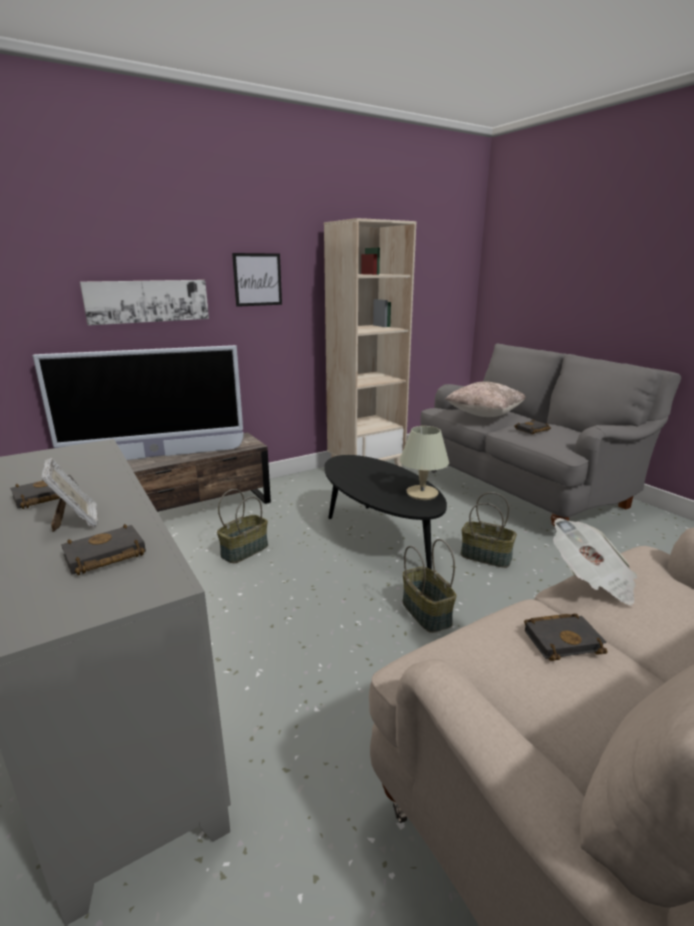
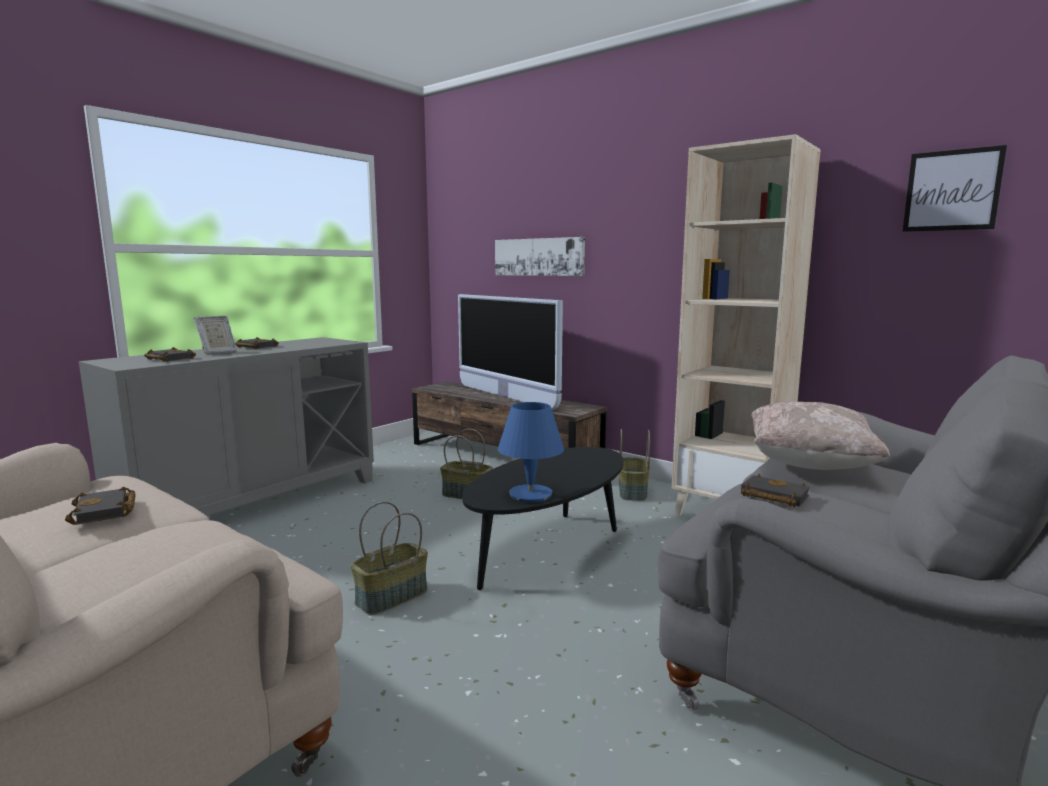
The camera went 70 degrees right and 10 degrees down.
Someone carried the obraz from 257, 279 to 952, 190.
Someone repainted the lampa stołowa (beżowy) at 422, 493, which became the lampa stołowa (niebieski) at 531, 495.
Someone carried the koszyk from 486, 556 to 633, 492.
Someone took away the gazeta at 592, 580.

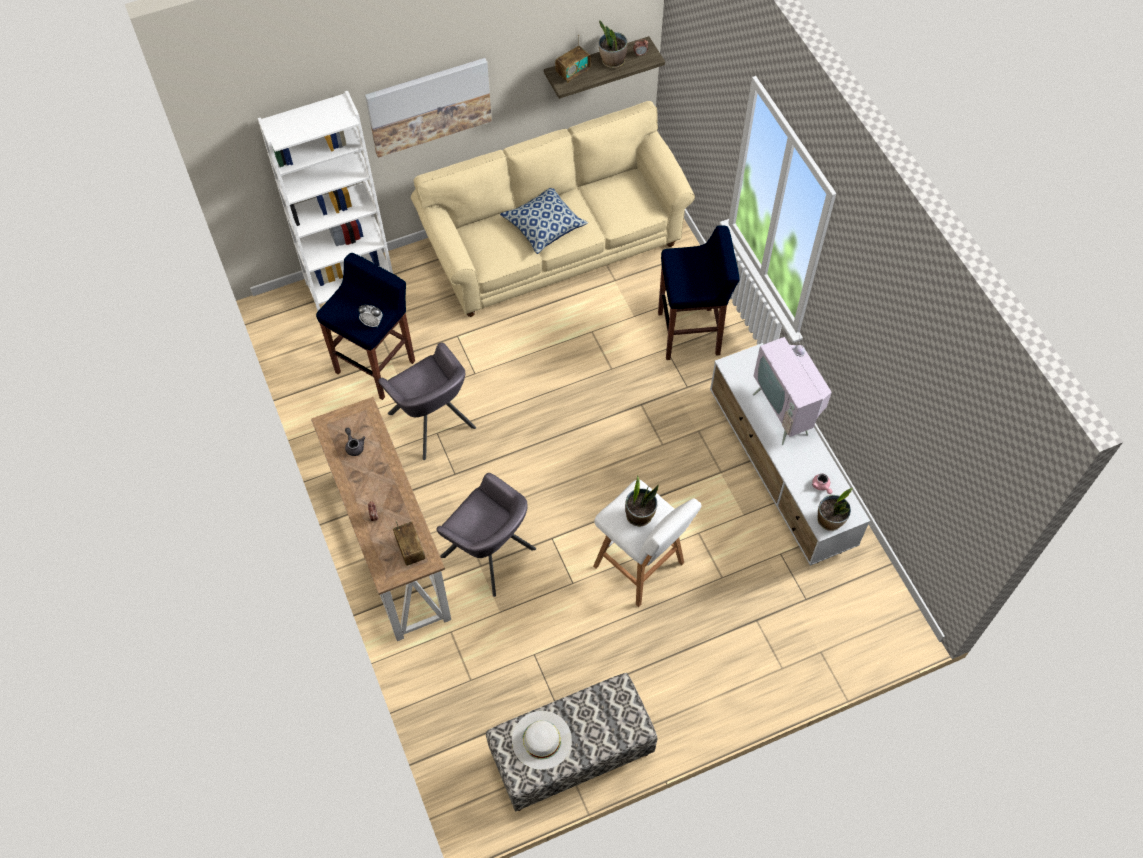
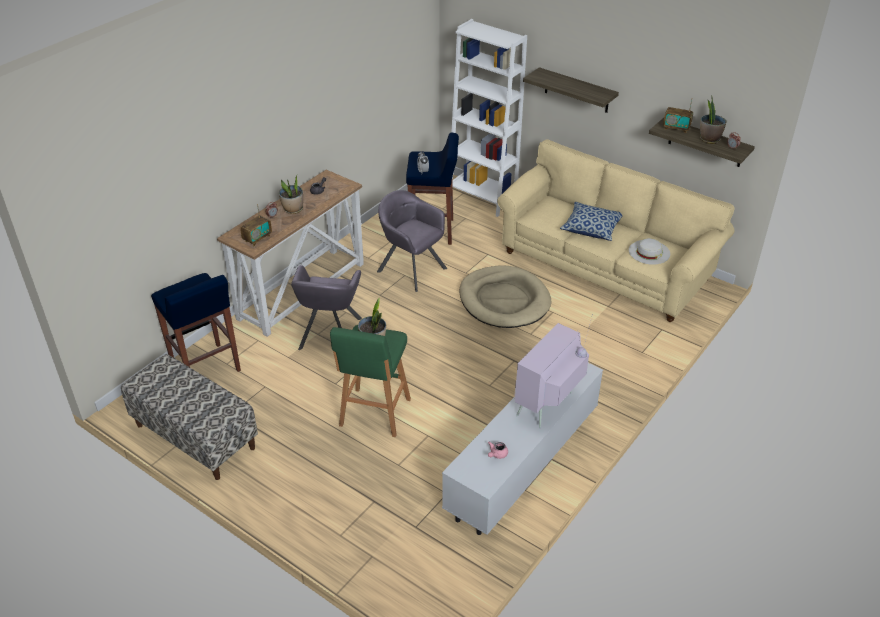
The camera went 60 degrees right and 20 degrees down.
Someone swapped the obraz at 429, 106 for the półka at 576, 90.
Someone carried the stołek (niebieski) from 690, 334 to 206, 368.
Someone rotated the fotel (szary) at 431, 421 by 105 degrees clockwise.
Someone repainted the stołek (biały) at 641, 567, which became the stołek (zielony) at 374, 414.
Someone carried the roślina doniczkowa from 830, 520 to 293, 209.
Someone carried the kapelusz (biały) from 541, 740 to 649, 252.
Someone put down the legowisko (beżowy) at 504, 300.

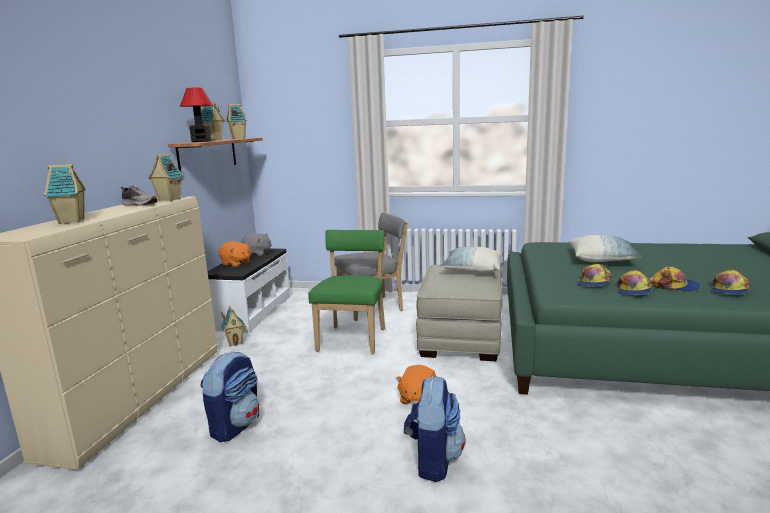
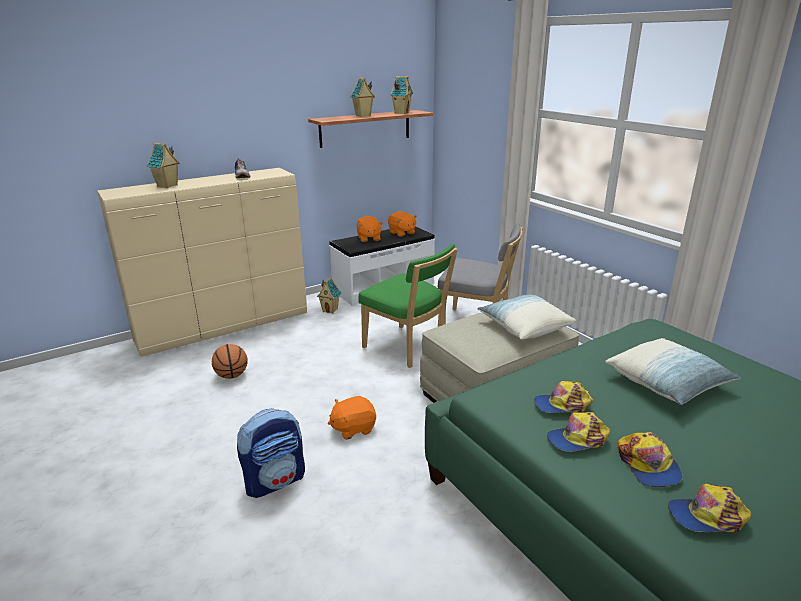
The camera went 45 degrees right and 10 degrees up.
Someone took away the lampa stołowa at 201, 141.
Someone took away the domek at 169, 200.
Someone rotated the krzesło (zielony) at 353, 338 by 75 degrees clockwise.
Someone repainted the pluszak (szary) at 257, 254, which became the pluszak (pomarańczowy) at 402, 233.
Someone swapped the plecak at 235, 425 for the piłka do koszykówki at 232, 375.

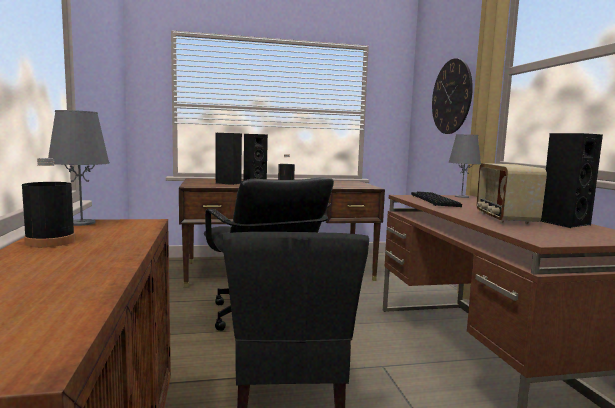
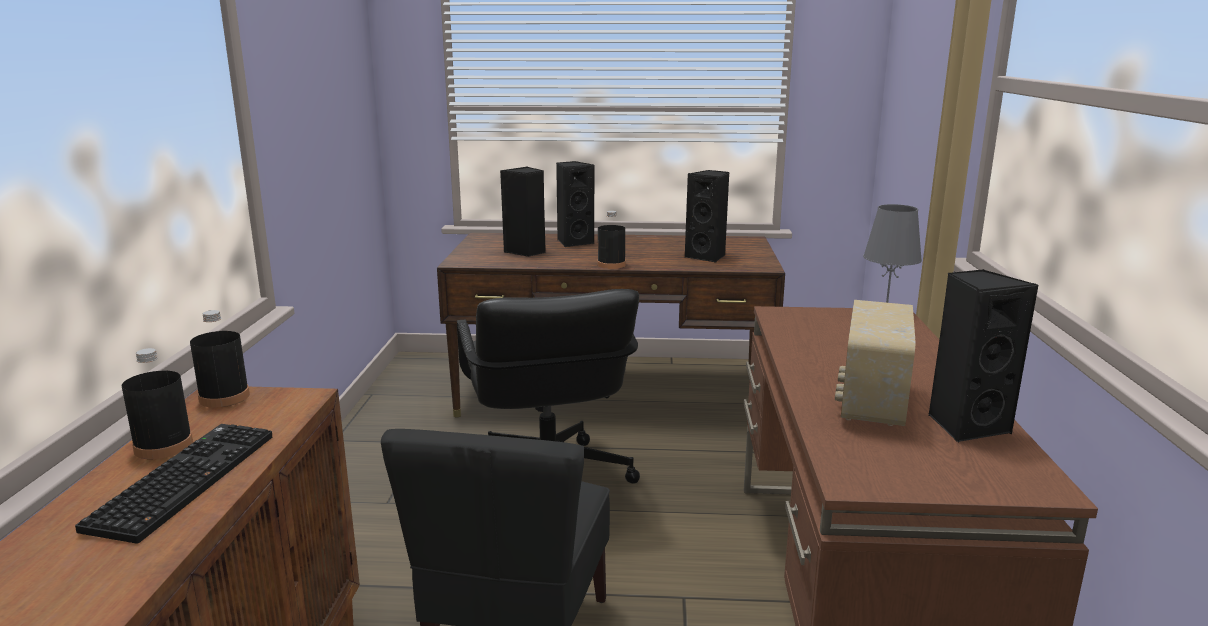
The camera went 15 degrees right and 10 degrees up.
Someone took away the zegar ścienny at 451, 97.
Someone swapped the lampa stołowa (szary) at 82, 223 for the butelka (czarny) at 224, 397.
Someone carried the klawiatura from 432, 200 to 183, 479.
Someone put down the głośnik (czarny) at 707, 257.

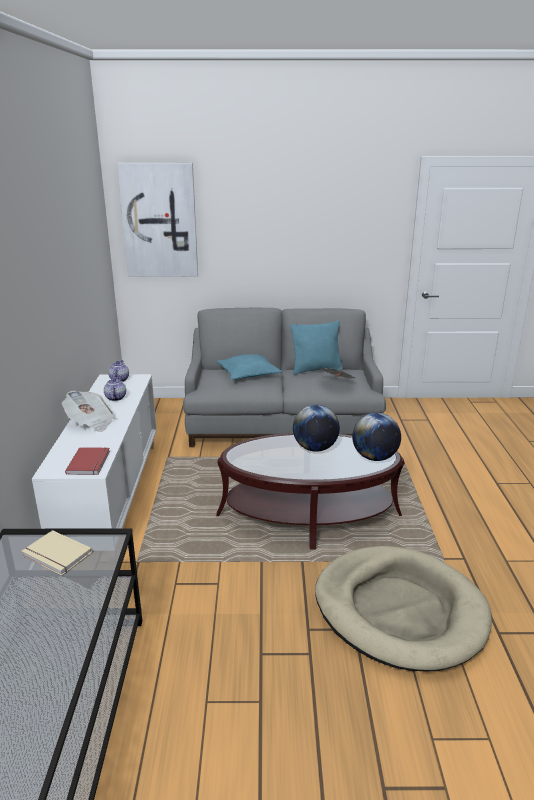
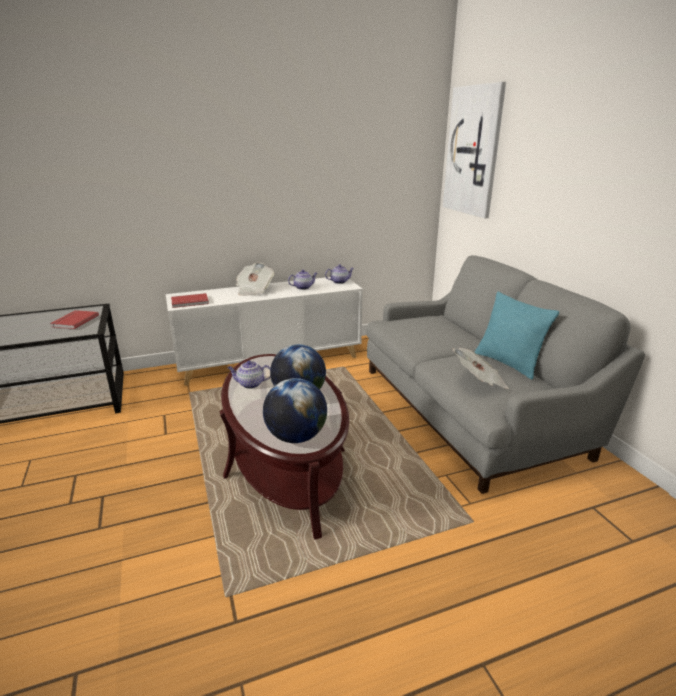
The camera went 70 degrees right and 0 degrees up.
Someone took away the poduszka (turkusowy) at 248, 374.
Someone repainted the książka (beżowy) at 56, 555, which became the książka (czerwony) at 74, 321.
Someone took away the legowisko (beżowy) at 399, 610.
Someone put down the imbryk at 250, 384.

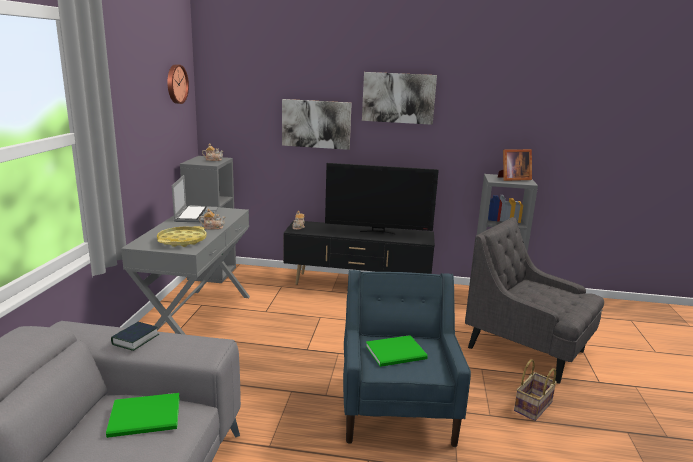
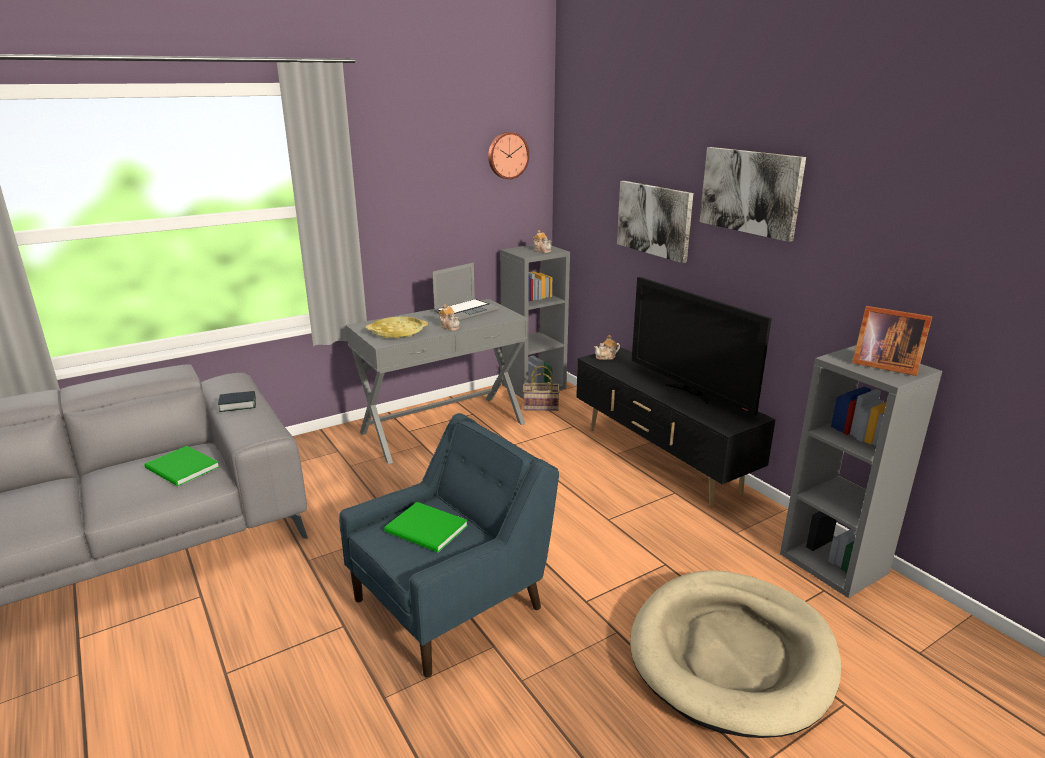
The camera went 50 degrees right and 5 degrees up.
Someone swapped the fotel (szary) at 527, 350 for the legowisko (beżowy) at 732, 654.
Someone carried the koszyk from 533, 407 to 539, 407.

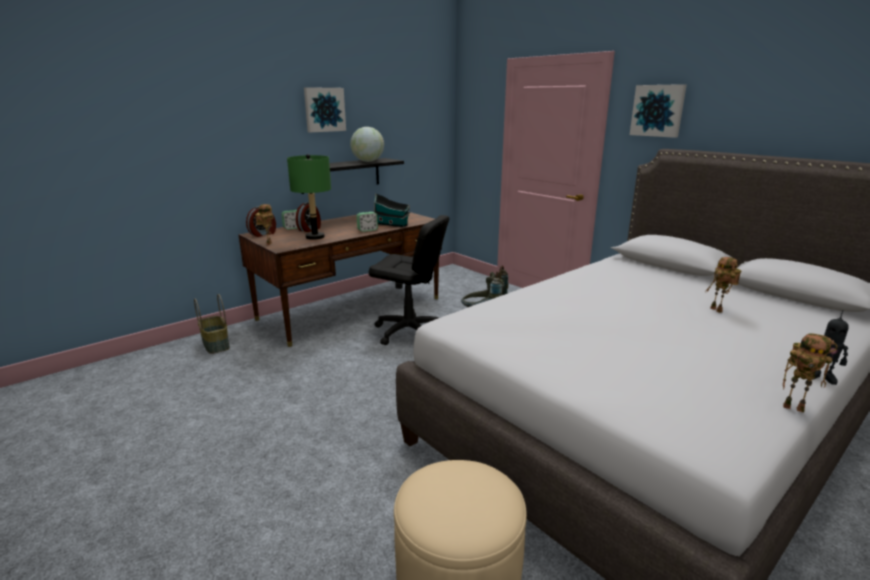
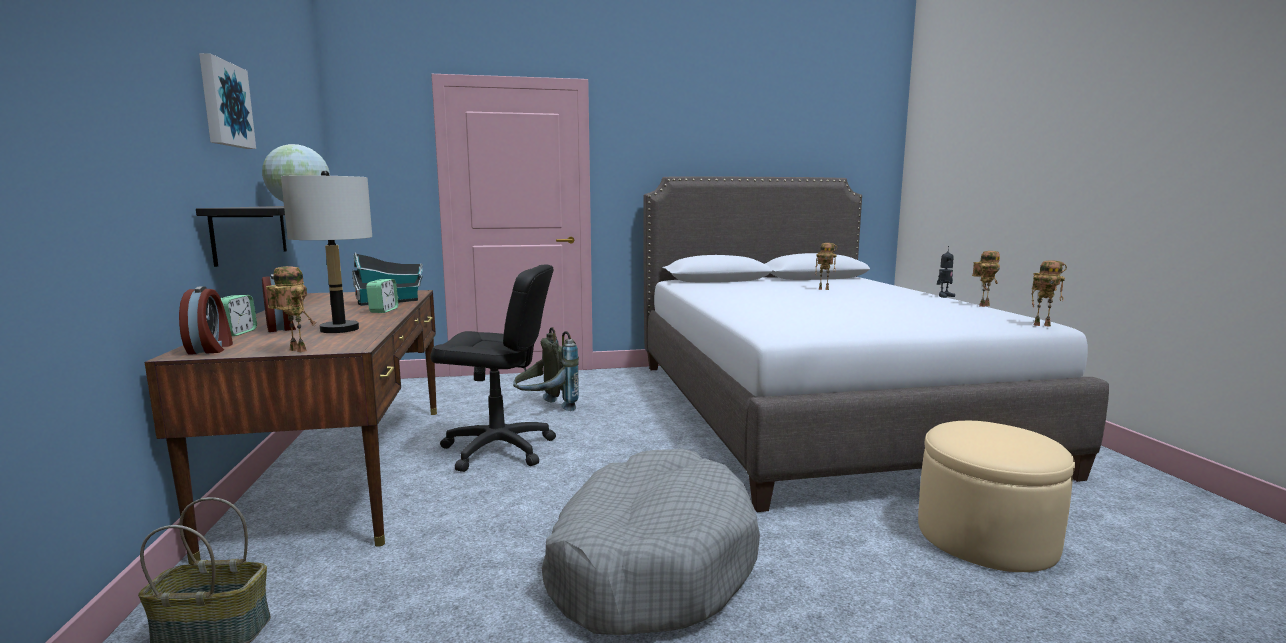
The camera went 60 degrees left and 10 degrees down.
Someone took away the obraz at 658, 110.
Someone repainted the lampa stołowa (zielony) at 314, 237, which became the lampa stołowa (szary) at 339, 329.
Someone rotated the krzesło biurowe (czarny) at 409, 332 by 45 degrees clockwise.
Someone put down the robot zabawkowy at 1042, 325.
Someone put down the legowisko (szary) at 650, 562.

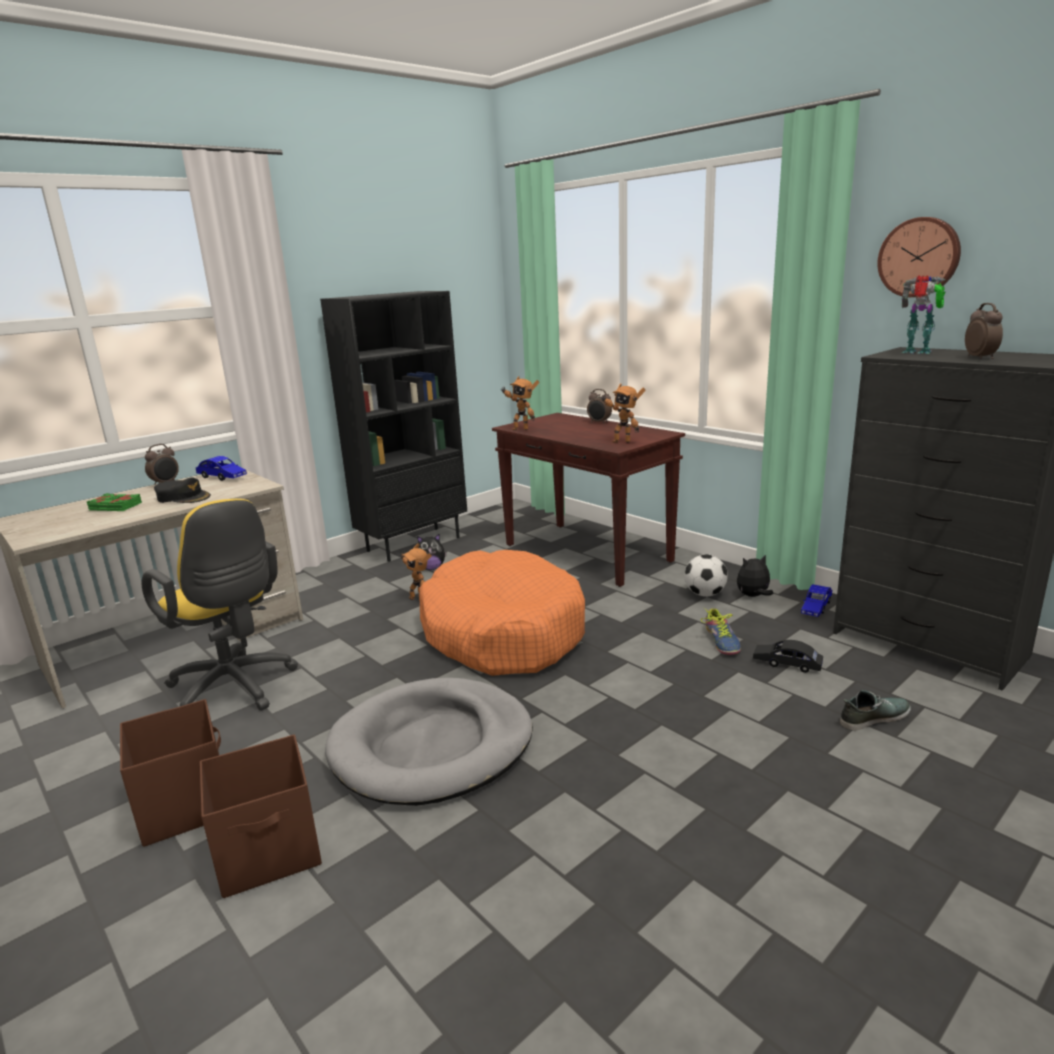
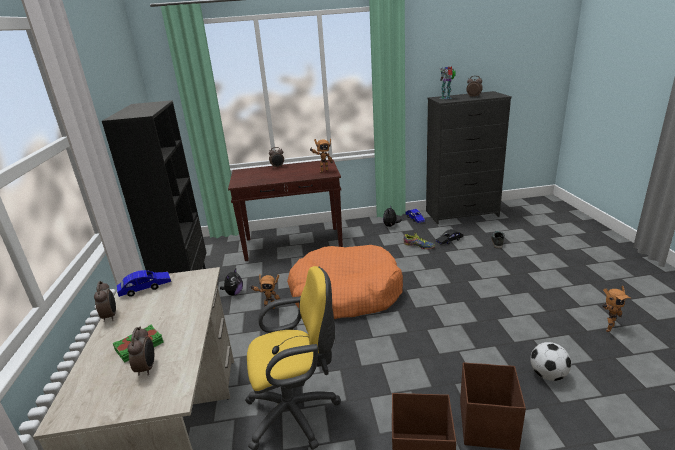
The camera went 55 degrees left and 5 degrees up.
Someone took away the zegar ścienny at 919, 257.
Someone carried the robot zabawkowy from 520, 429 to 607, 327.
Someone took away the czapka z daszkiem (czarny) at 183, 497.
Someone carried the piłka futbolowa from 705, 594 to 547, 375.
Someone took away the legowisko (szary) at 432, 746.
Someone put down the budzik at 147, 368.

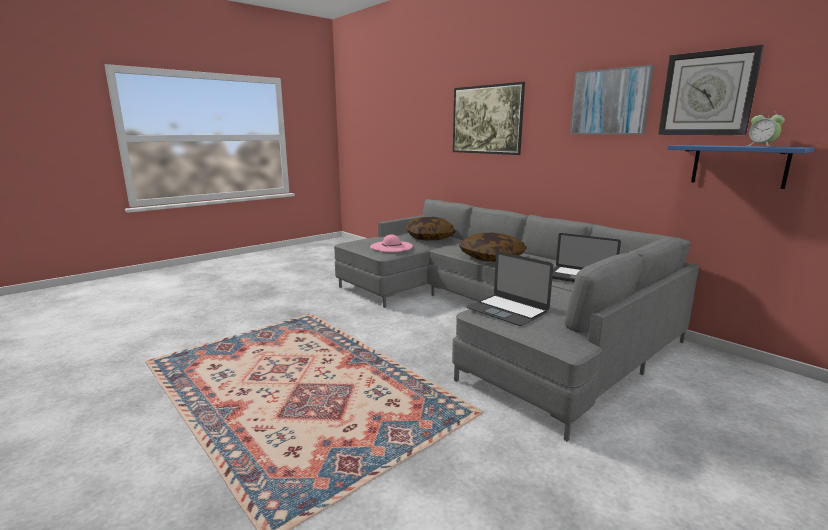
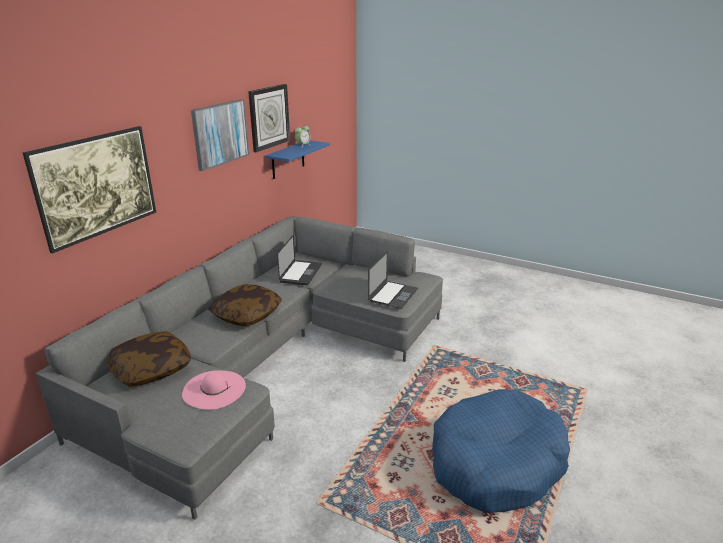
The camera went 110 degrees left and 10 degrees up.
Someone put down the legowisko (niebieski) at 496, 462.

